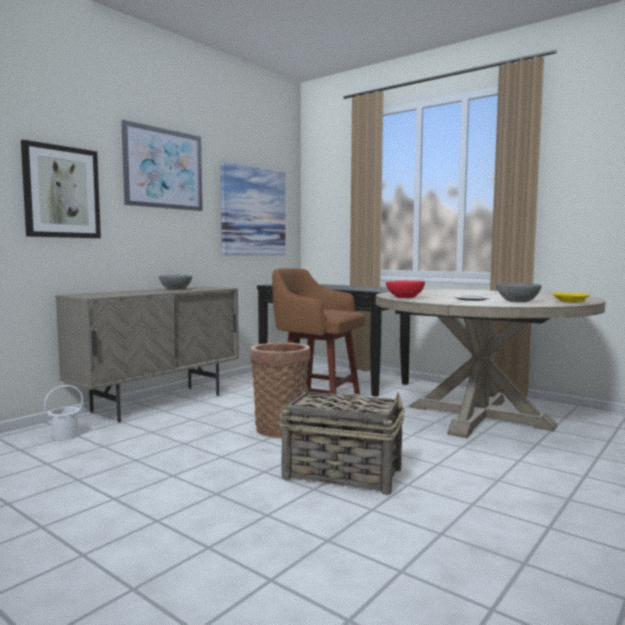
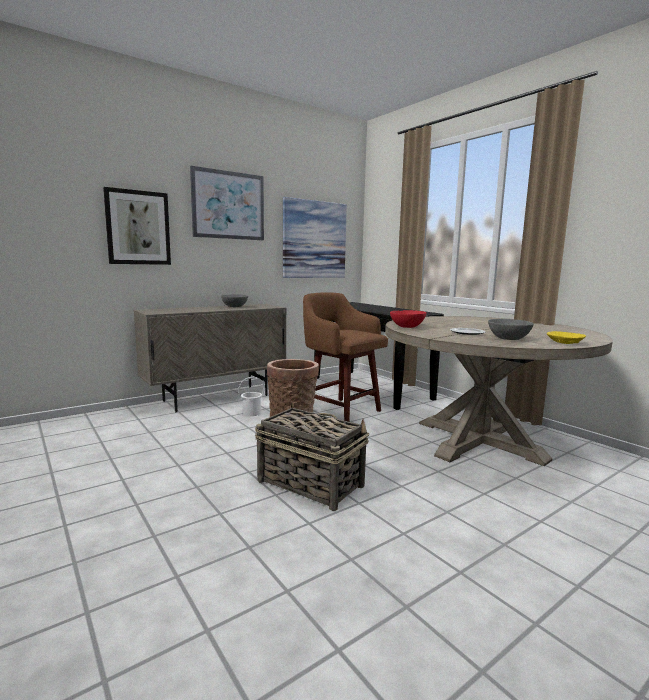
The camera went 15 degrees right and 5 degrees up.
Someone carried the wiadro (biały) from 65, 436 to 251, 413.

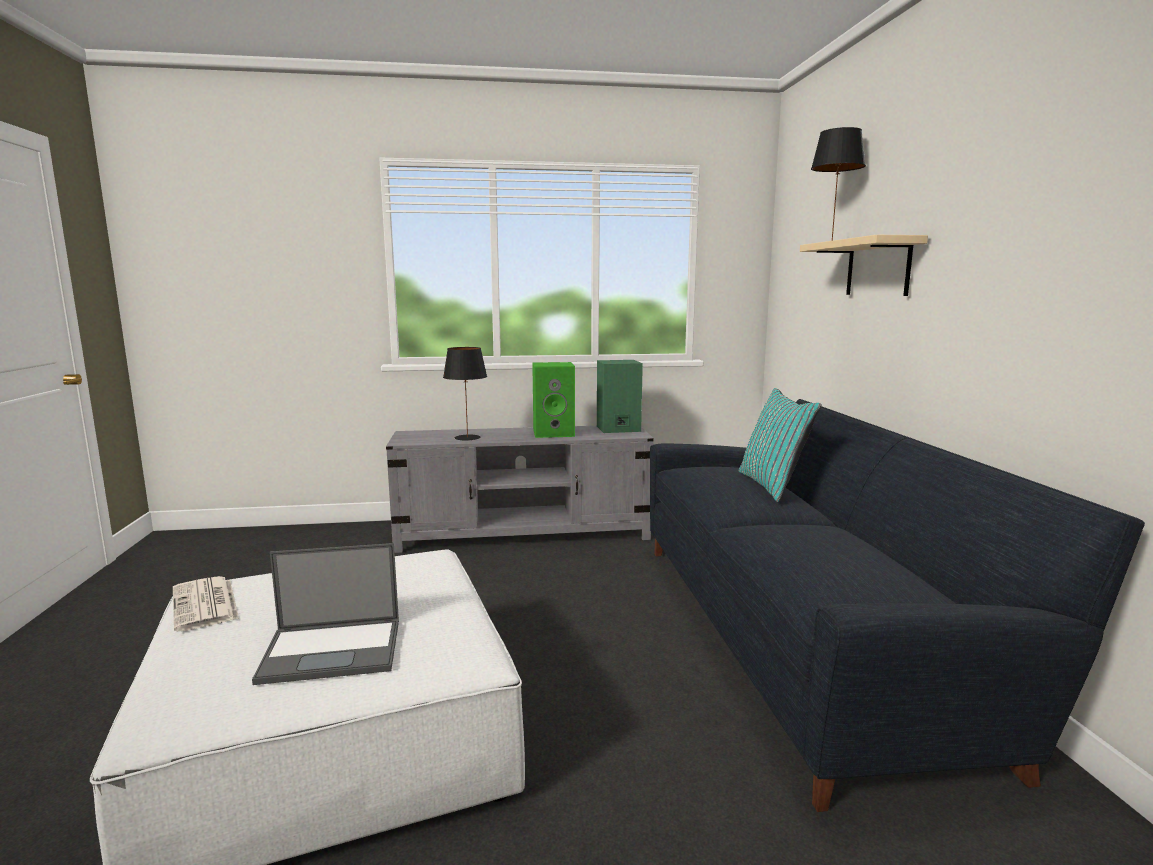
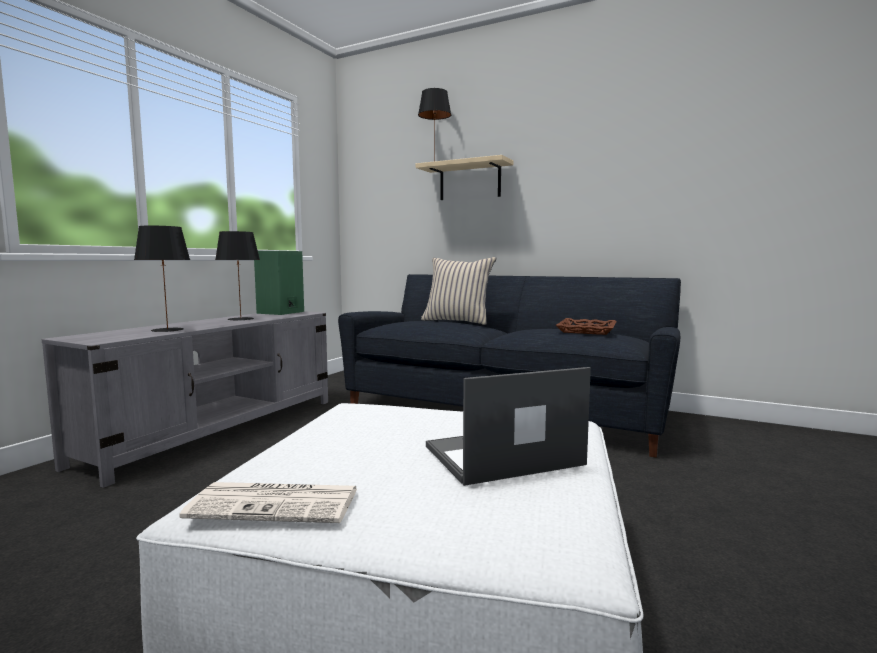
The camera went 55 degrees left and 5 degrees down.
Someone swapped the głośnik (zielony) at 554, 433 for the lampa stołowa (czarny) at 240, 319.
Someone repainted the poduszka (turkusowy) at 773, 485, which became the poduszka (beżowy) at 457, 321.
Someone rotated the laptop at 334, 650 by 135 degrees counterclockwise.
Someone put down the taca (brązowy) at 587, 330.

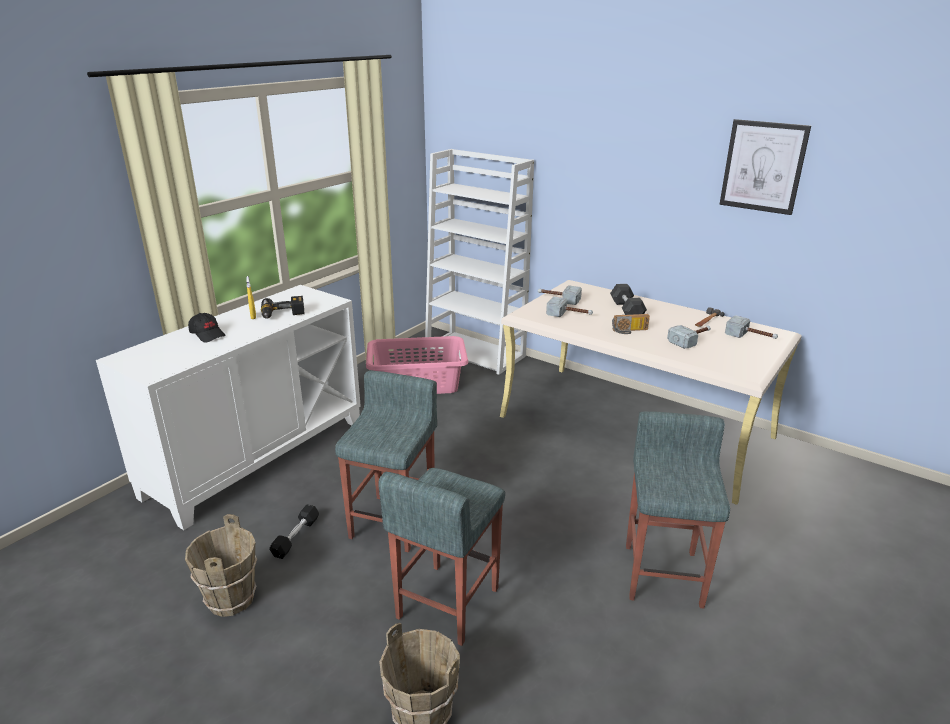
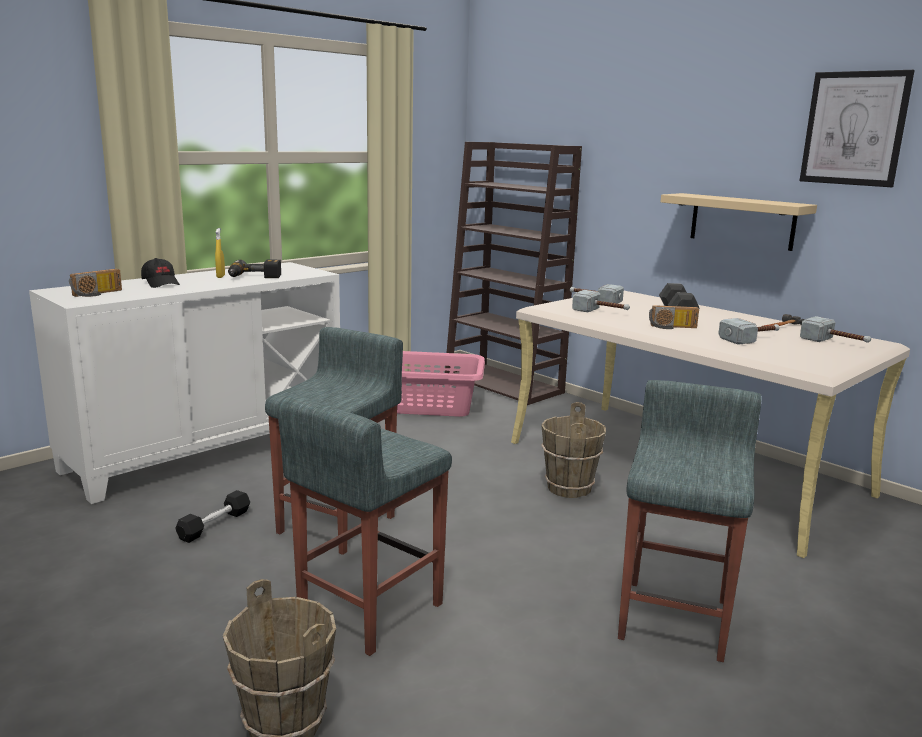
The camera went 10 degrees right and 10 degrees down.
Someone repainted the regał (biały) at 476, 353, which became the regał (brązowy) at 504, 385.
Someone carried the wiadro (brązowy) from 230, 599 to 568, 488.
Someone put up the półka (beżowy) at 742, 221.
Someone put down the radio at 98, 294.

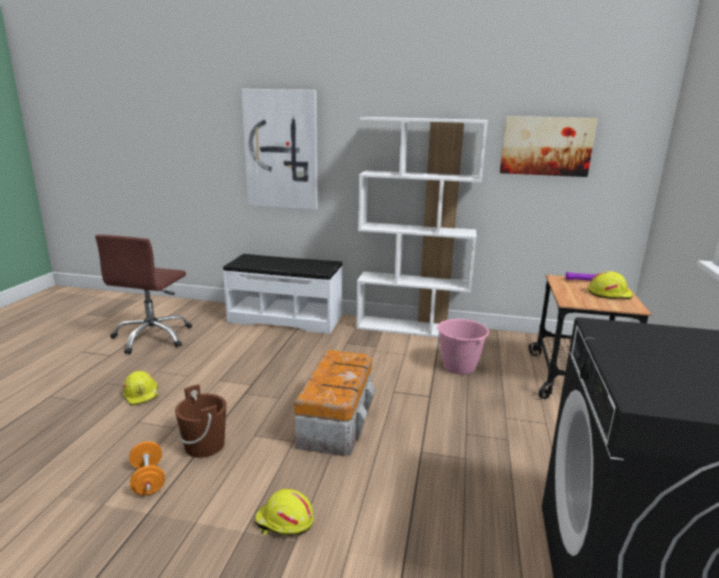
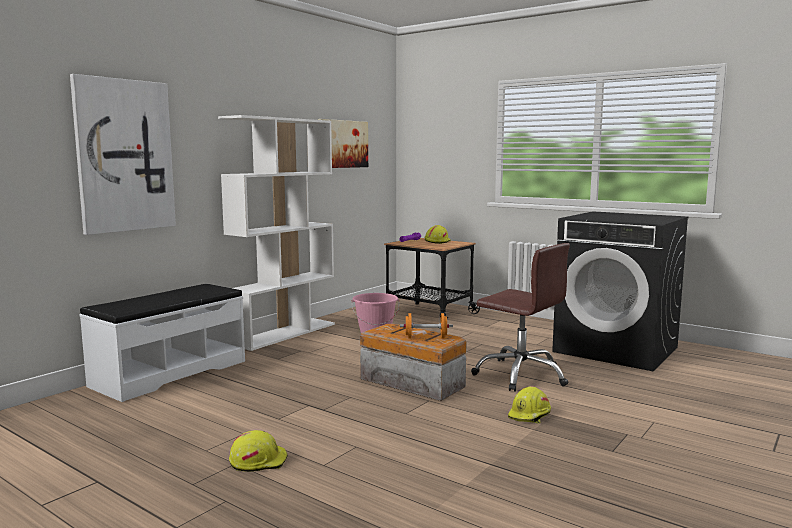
The camera went 65 degrees left and 10 degrees down.
Someone carried the krzesło biurowe (brązowy) from 153, 337 to 521, 375.
Someone took away the wiadro (brązowy) at 204, 445.
Someone carried the hantel (pomarańczowy) from 148, 480 to 426, 338.

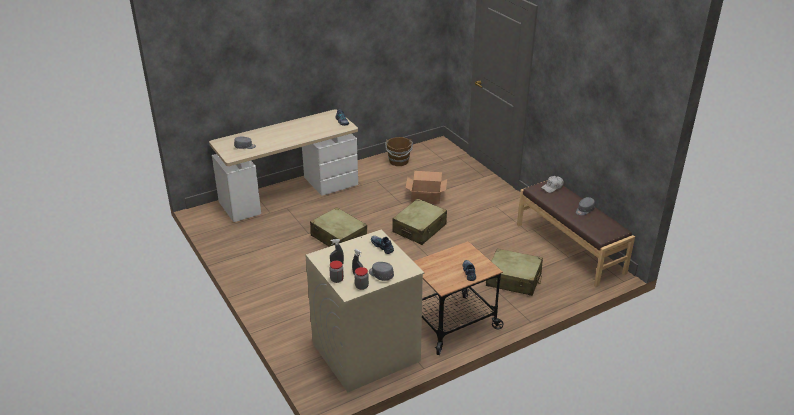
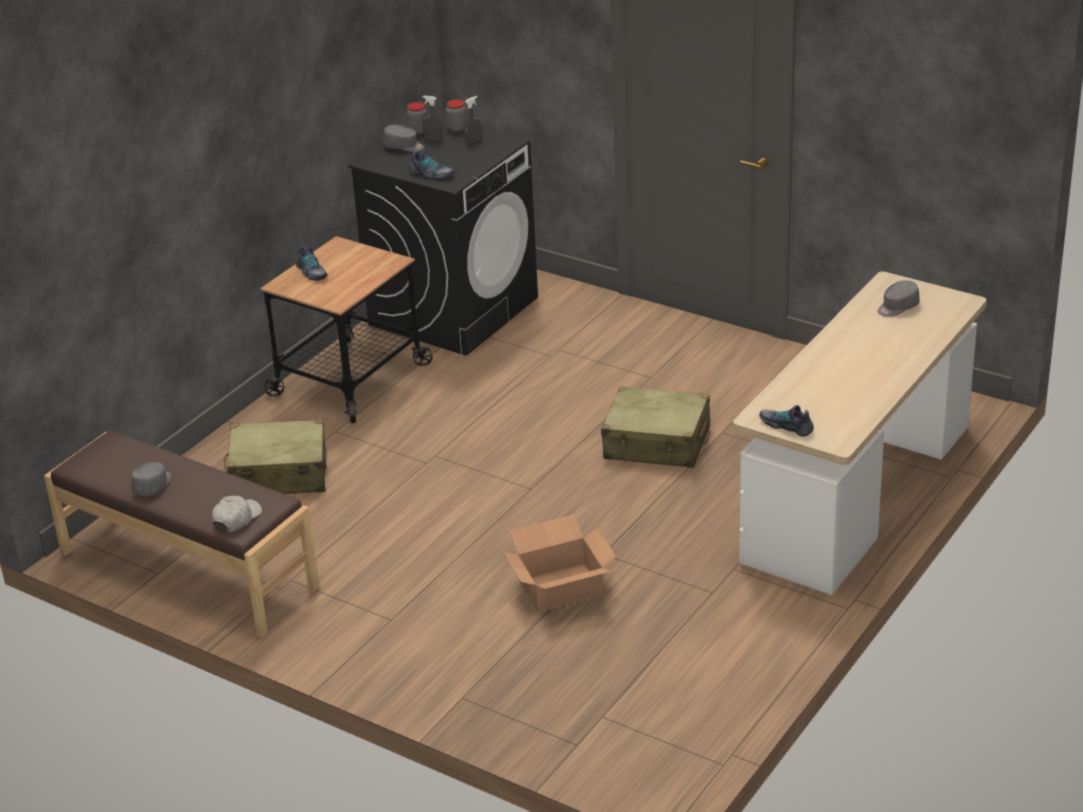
The camera went 155 degrees right and 0 degrees up.
Someone took away the wiadro (brązowy) at 399, 162.
Someone took away the walizka (beżowy) at 419, 228.
Someone repainted the pralka (beżowy) at 365, 352, which became the pralka (czarny) at 454, 310.

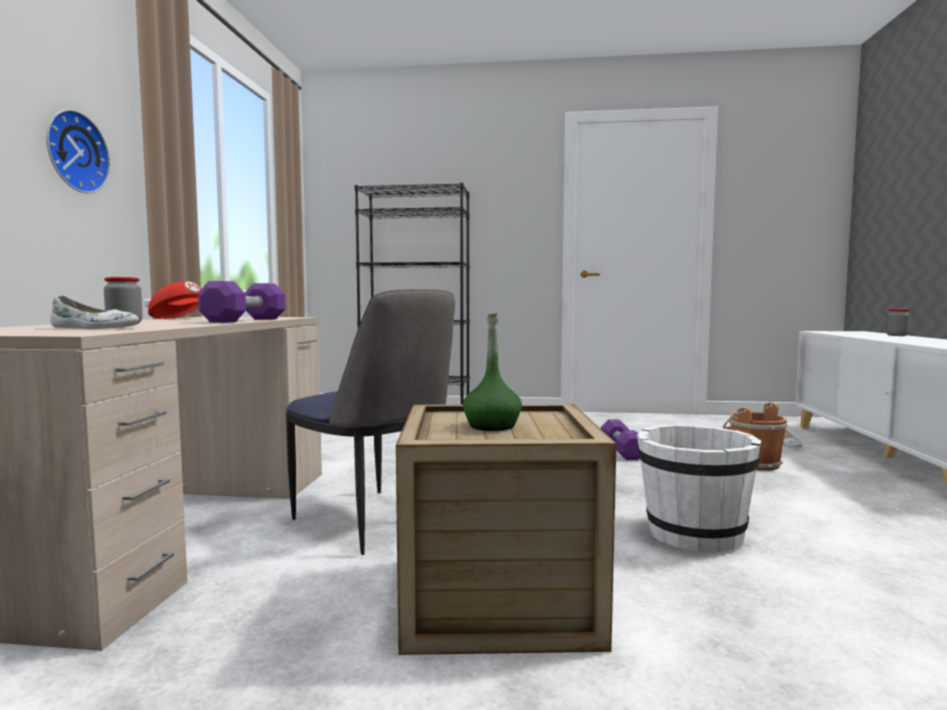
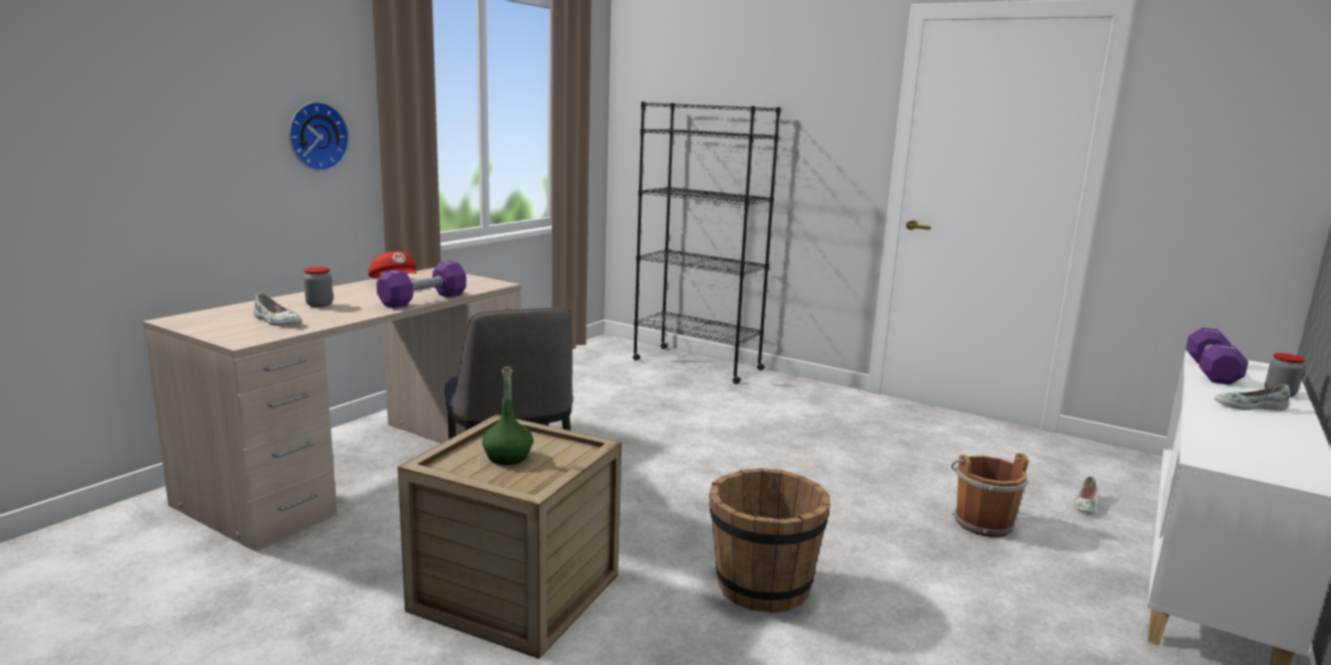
The camera went 25 degrees right and 10 degrees up.
Someone carried the hantel (fioletowy) from 621, 451 to 1211, 371.
Someone repainted the wiadro (biały) at 693, 534, which became the wiadro (brązowy) at 761, 586.
Someone put down the but (biały) at 1249, 406.

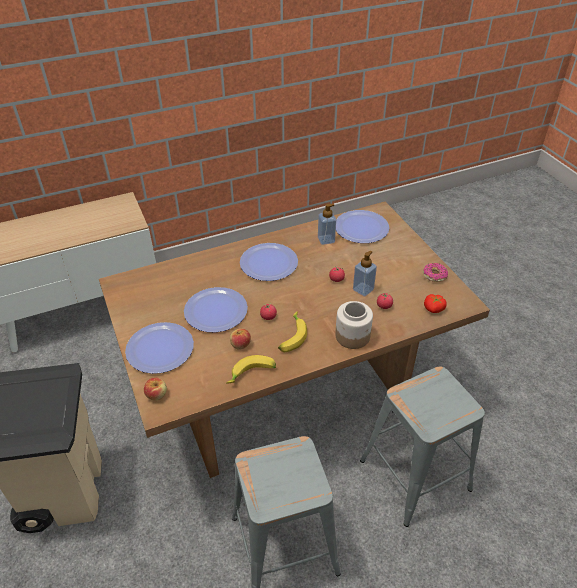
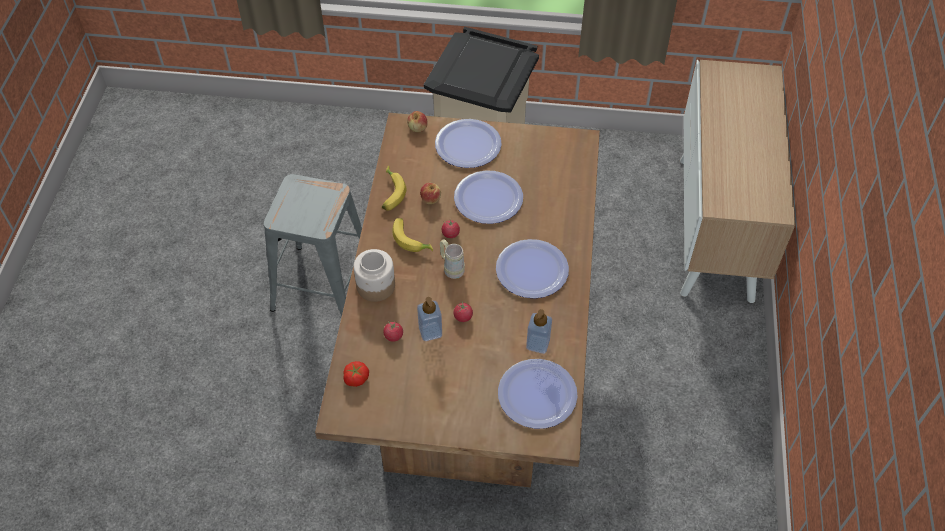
The camera went 120 degrees right and 10 degrees up.
Someone took away the donut at 434, 275.
Someone took away the stołek (szary) at 415, 475.
Someone put down the kubek (beżowy) at 451, 268.

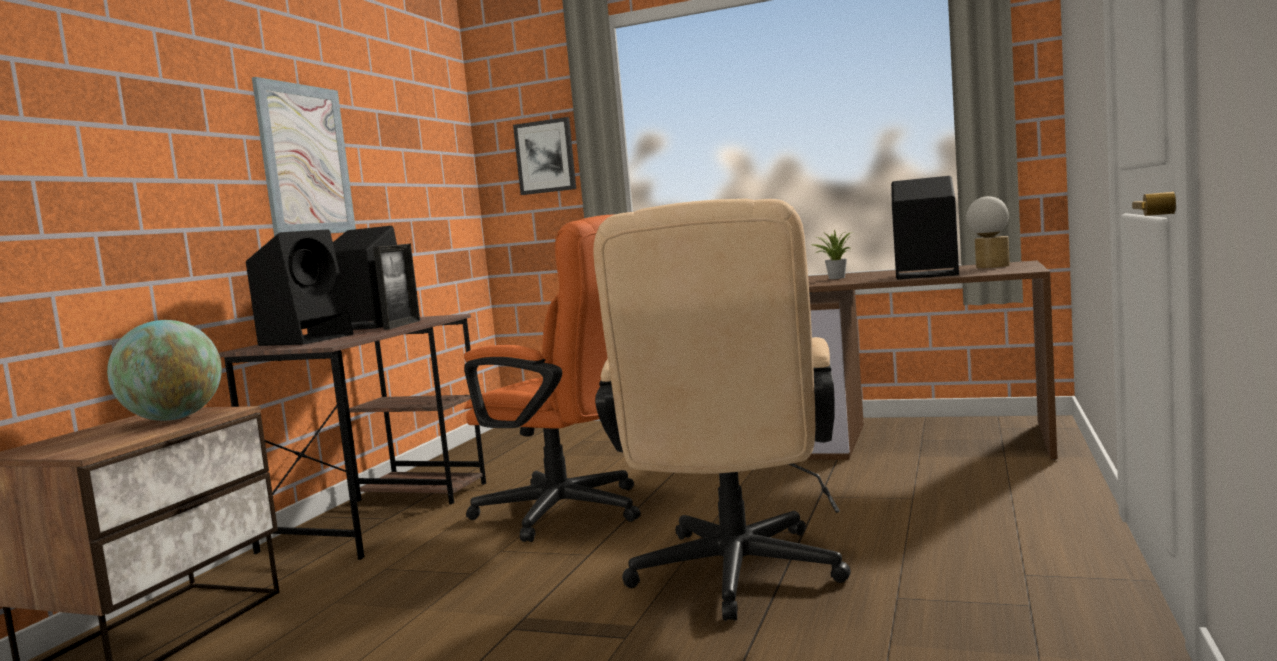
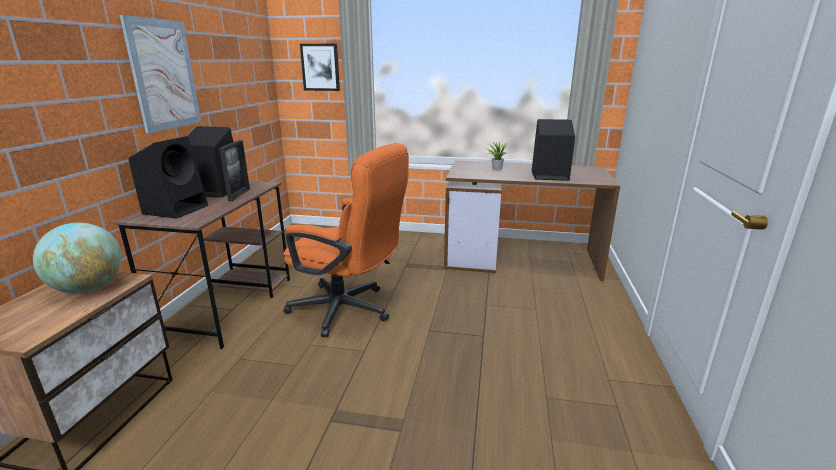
The camera went 10 degrees left and 15 degrees up.
Someone took away the lampa stołowa at 991, 266.
Someone took away the krzesło biurowe (beżowy) at 734, 579.

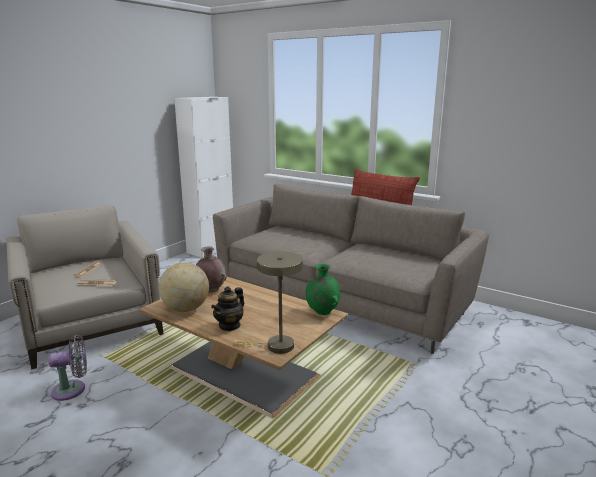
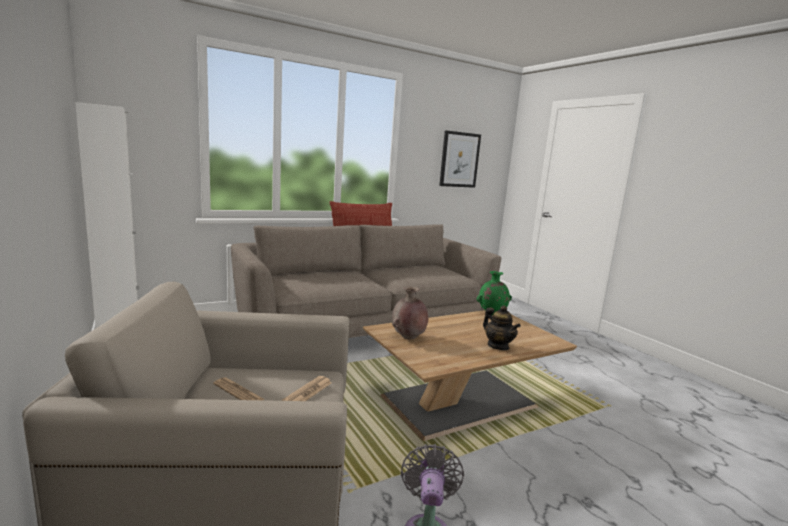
The camera went 65 degrees left and 5 degrees down.
Someone took away the lampa stołowa (beżowy) at 275, 346.
Someone took away the globus at 185, 309.
Someone put up the obraz at 459, 160.

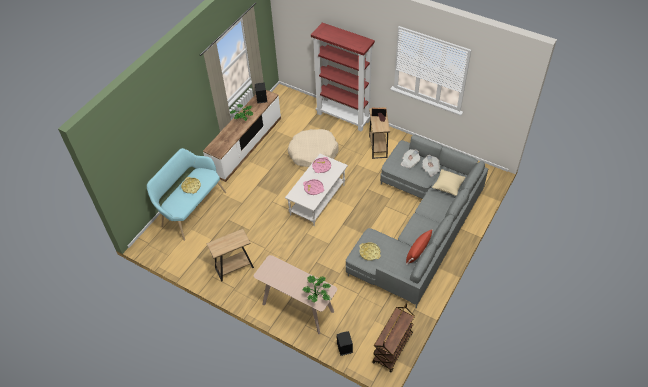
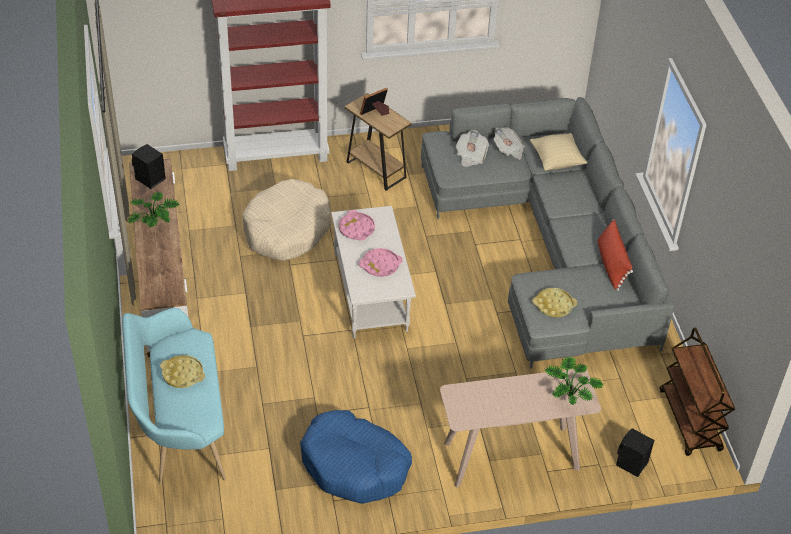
The camera went 45 degrees left and 5 degrees down.
Someone swapped the stolik (brązowy) at 234, 268 for the legowisko (niebieski) at 354, 466.

